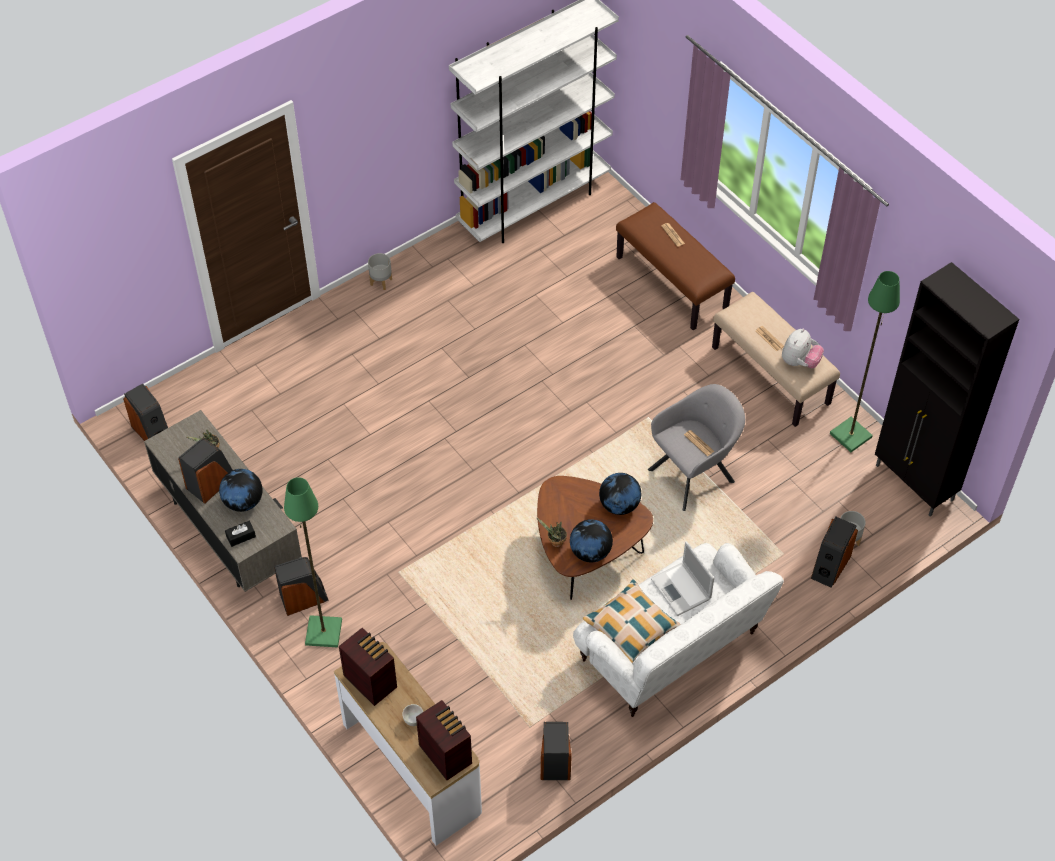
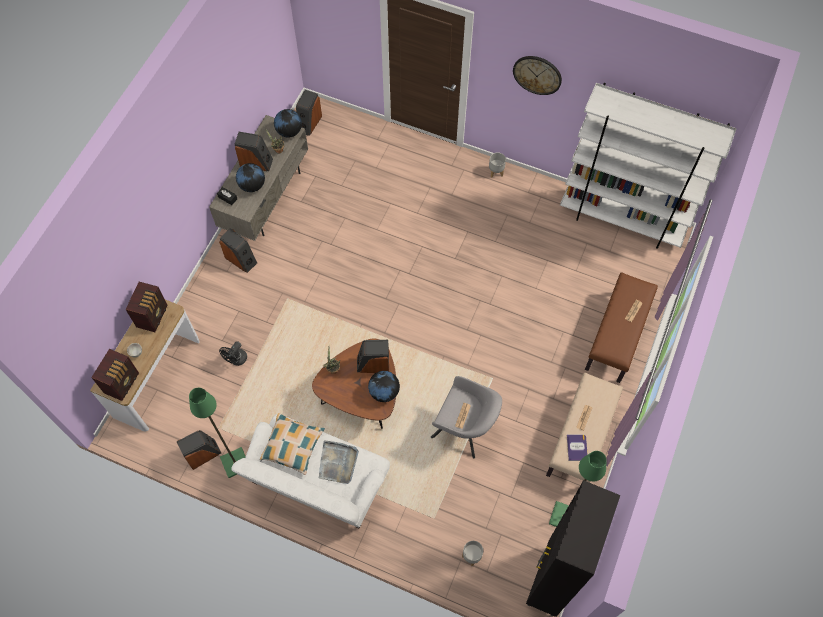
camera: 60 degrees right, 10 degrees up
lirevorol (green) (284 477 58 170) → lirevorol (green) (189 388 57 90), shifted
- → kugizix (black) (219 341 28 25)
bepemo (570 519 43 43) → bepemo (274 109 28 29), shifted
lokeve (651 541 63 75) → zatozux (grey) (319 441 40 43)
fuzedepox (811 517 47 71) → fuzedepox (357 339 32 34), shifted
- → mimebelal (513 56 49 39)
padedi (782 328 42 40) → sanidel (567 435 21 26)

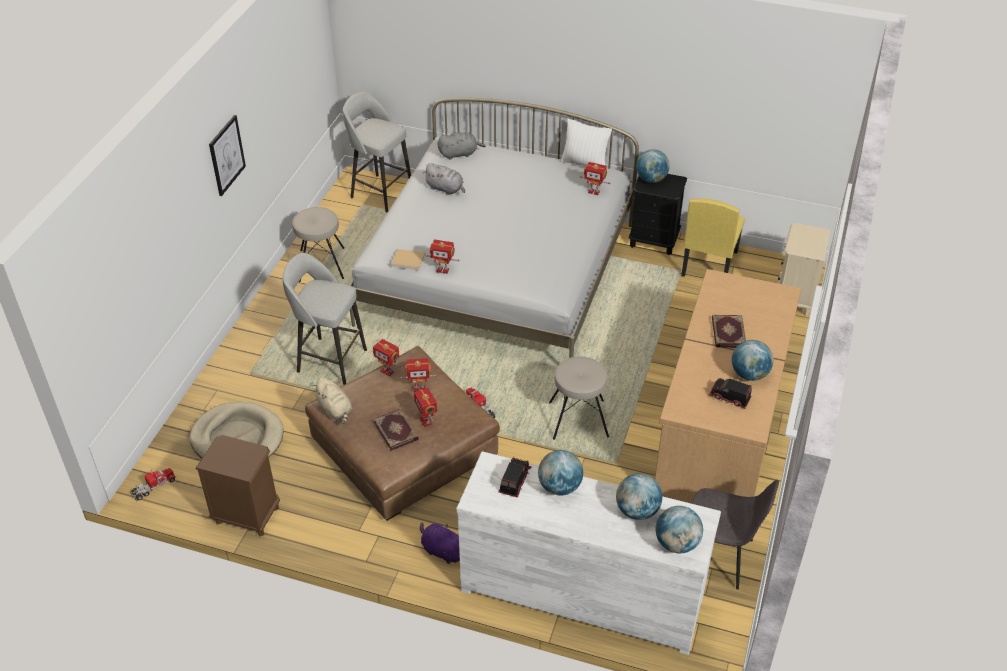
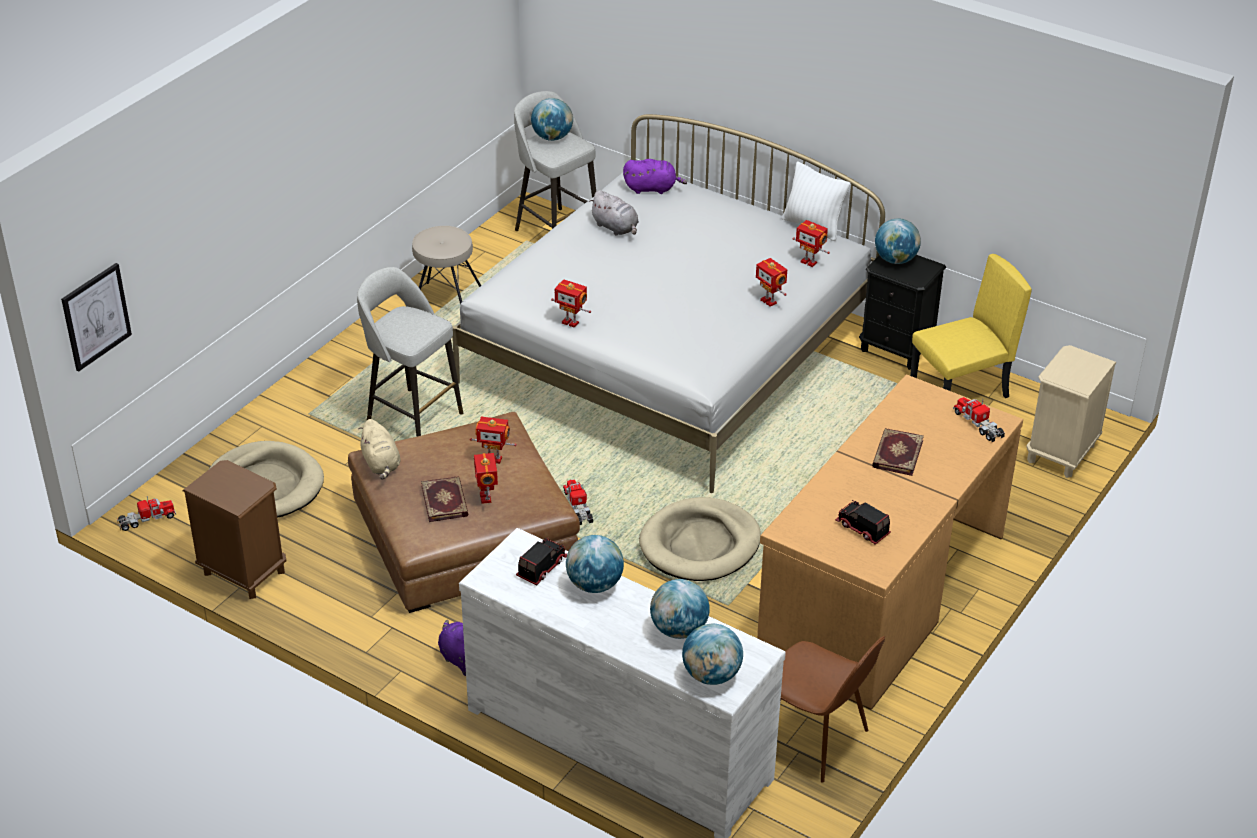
camera: 15 degrees right, 5 degrees down
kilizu (209 115 37 81) → kilizu (61 263 71 108), shifted
bepemo (732 340 41 41) → bepemo (531 98 42 43), shifted
padedi (grey) (437 132 49 28) → padedi (purple) (623 159 64 35)
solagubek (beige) (549 356 60 84) → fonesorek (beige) (639 497 122 84)
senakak (373 339 28 37) → senakak (756 258 31 49), shifted
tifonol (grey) (691 480 88 110) → tifonol (brown) (780 636 105 147)
tifonol (yellow) (681 199 64 78) → tifonol (yellow) (910 254 122 144), 150 degrees counterclockwise
- → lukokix (953 397 52 46)
sanidel (beige) (391 249 34 21) → -

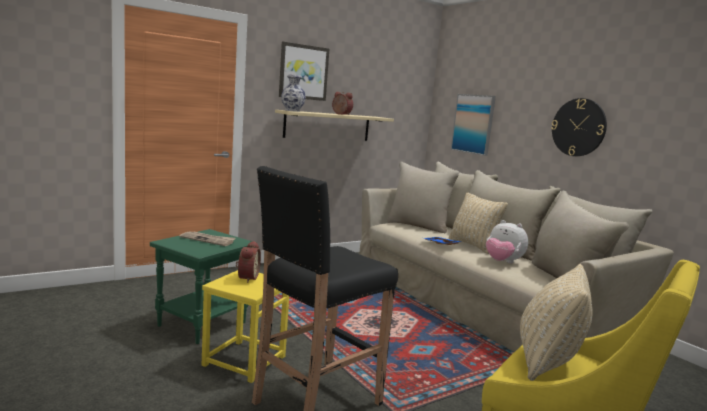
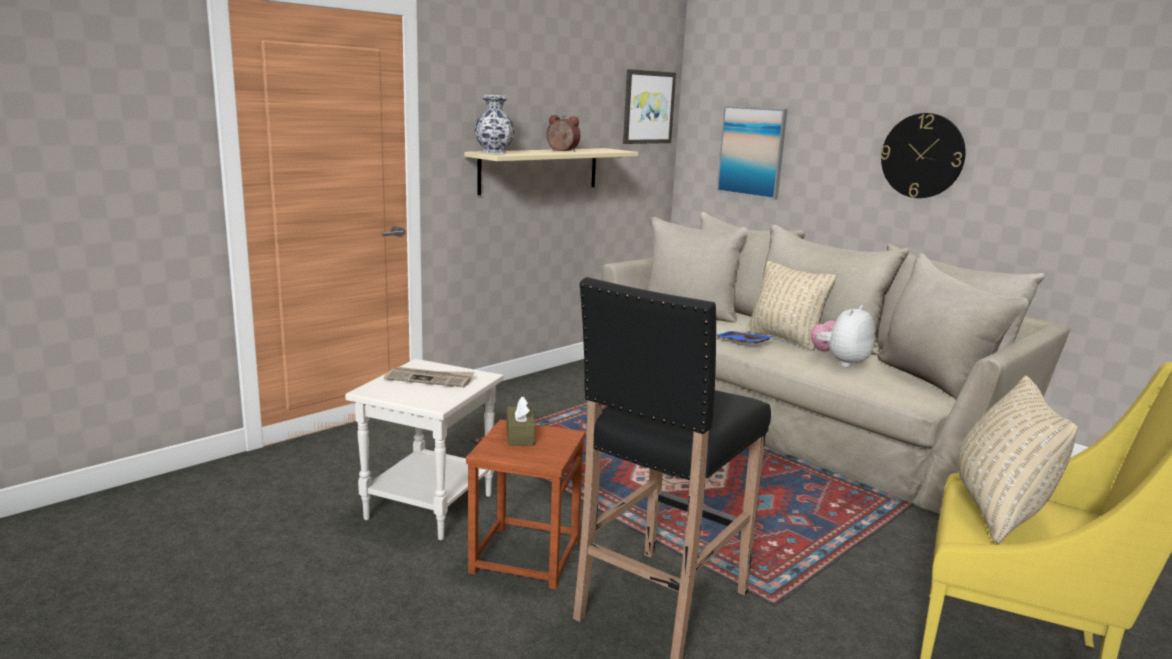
camera: 10 degrees left, 5 degrees up
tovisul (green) (150 229 103 115) → tovisul (white) (345 359 159 181)
solagubek (yellow) (202 270 87 113) → solagubek (brown) (466 420 120 170)
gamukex (236 241 25 42) → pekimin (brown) (507 396 28 50)
kilizu (279 42 50 59) → kilizu (623 69 53 75), shifted
padedi (486 220 42 43) → padedi (811 305 64 62), 105 degrees clockwise

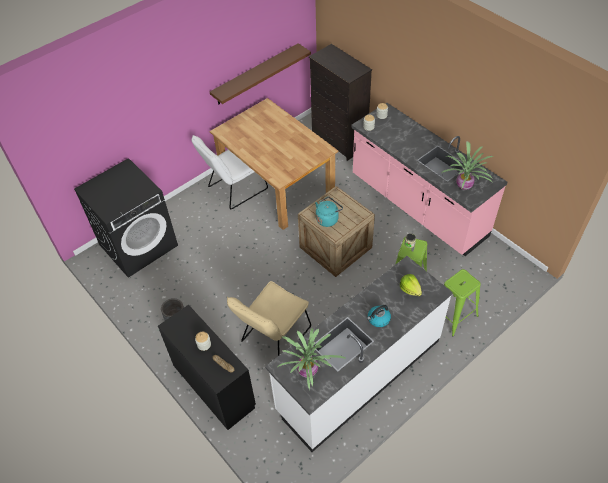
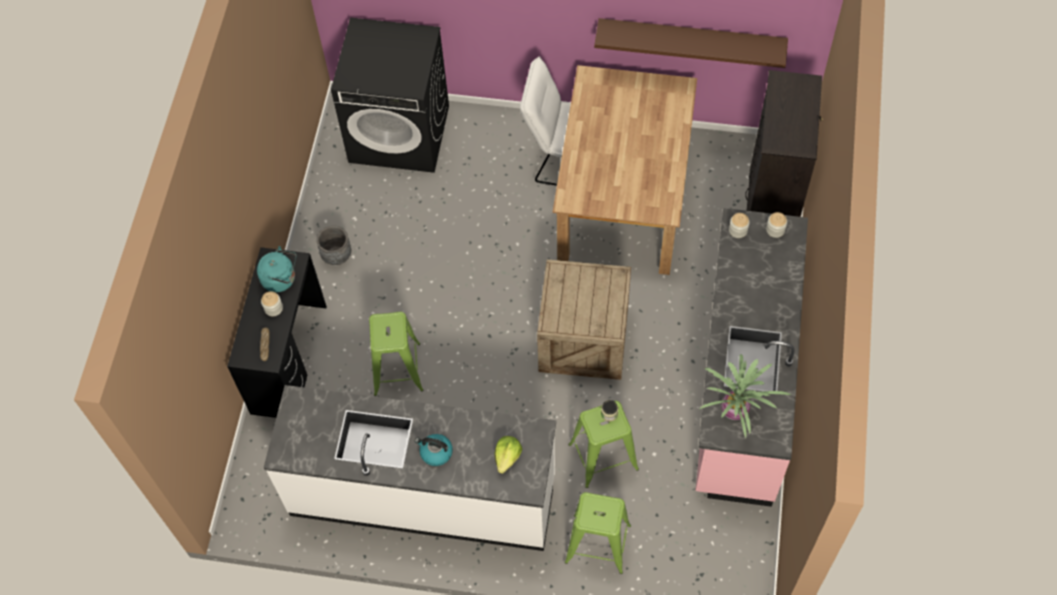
camera: 50 degrees right, 10 degrees up
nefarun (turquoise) (315 197 28 30) → nefarun (turquoise) (257 246 39 46), shifted
tifonol (beige) (227 281 84 75) → solagubek (green) (369 312 54 84)
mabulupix (277 328 70 62) → -

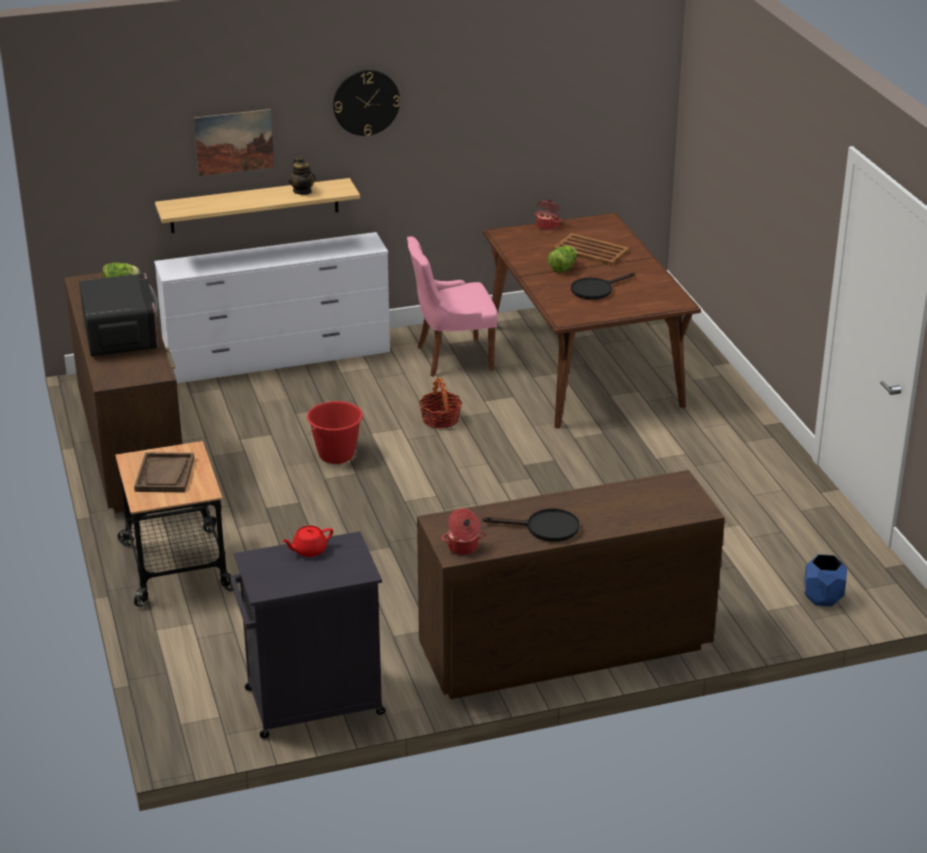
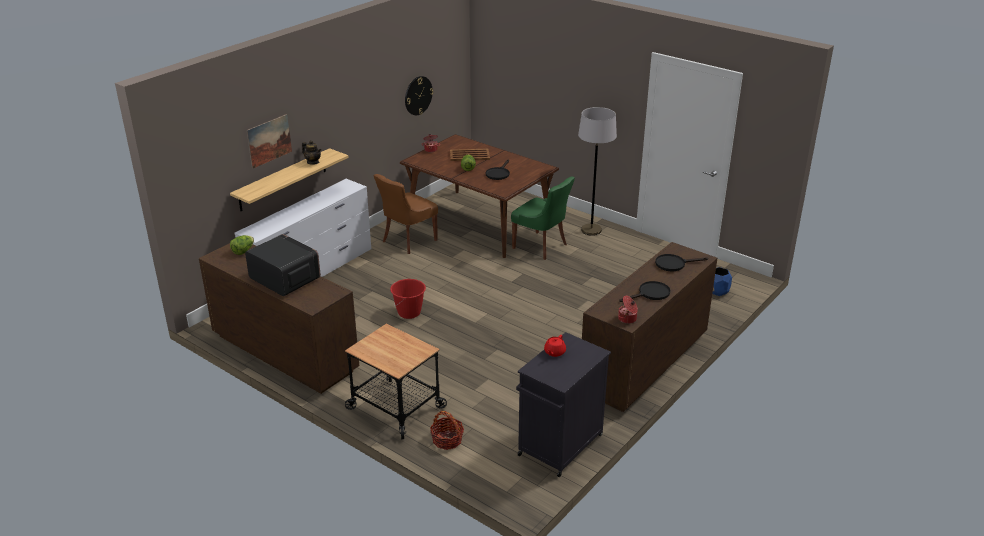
camera: 35 degrees left, 0 degrees up
tifonol (pink) (407 236 91 141) → tifonol (brown) (373 174 65 80)
mimebelal (333 70 67 66) → mimebelal (405 76 28 39), shifted
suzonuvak (419 378 43 50) → suzonuvak (430 411 34 39), shifted
- → tifonol (green) (511 177 64 83)
- → lirevorol (grey) (578 107 39 129)
- → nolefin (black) (655 254 53 17)
zatozux (brown) (134 452 60 40) → -

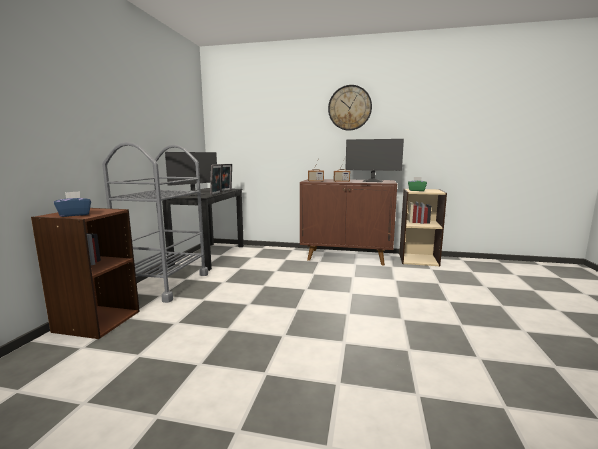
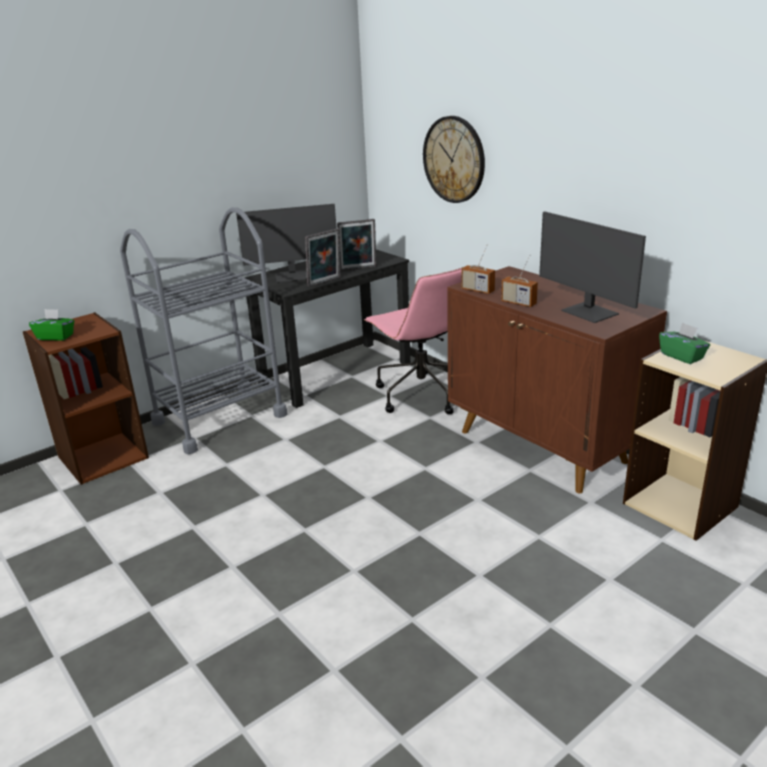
camera: 40 degrees right, 15 degrees up
pekimin (blue) (54 191 37 26) → pekimin (green) (29 309 45 32)
- → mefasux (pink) (364 267 99 147)
mimebelal (328 85 44 45) → mimebelal (423 116 62 87), shifted

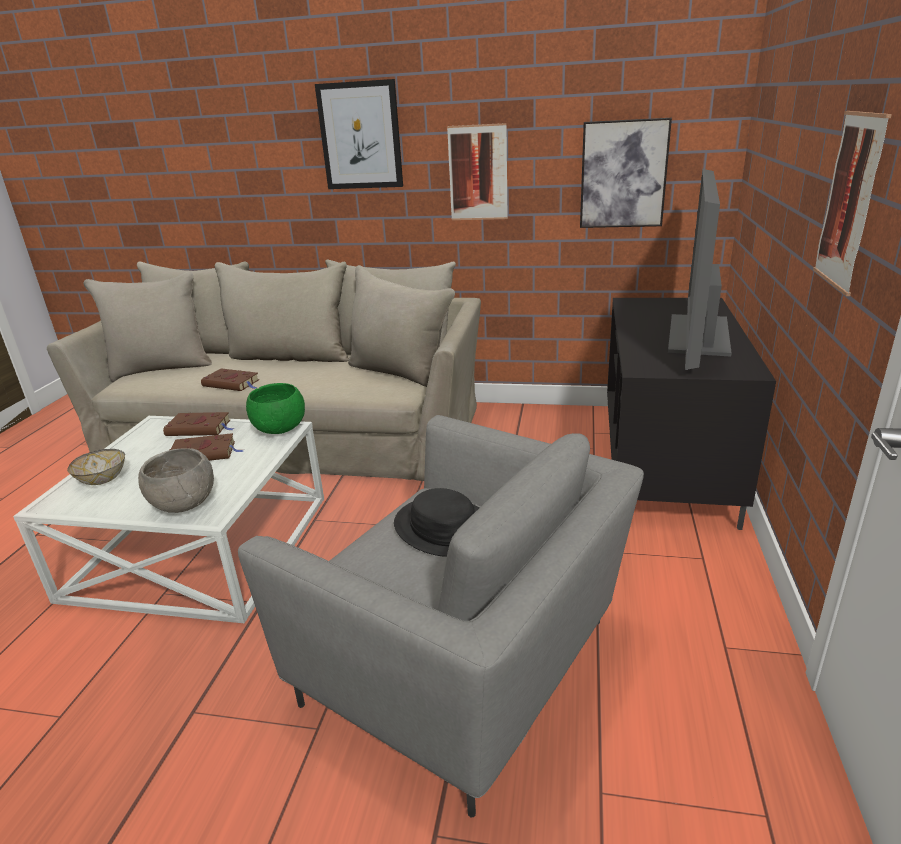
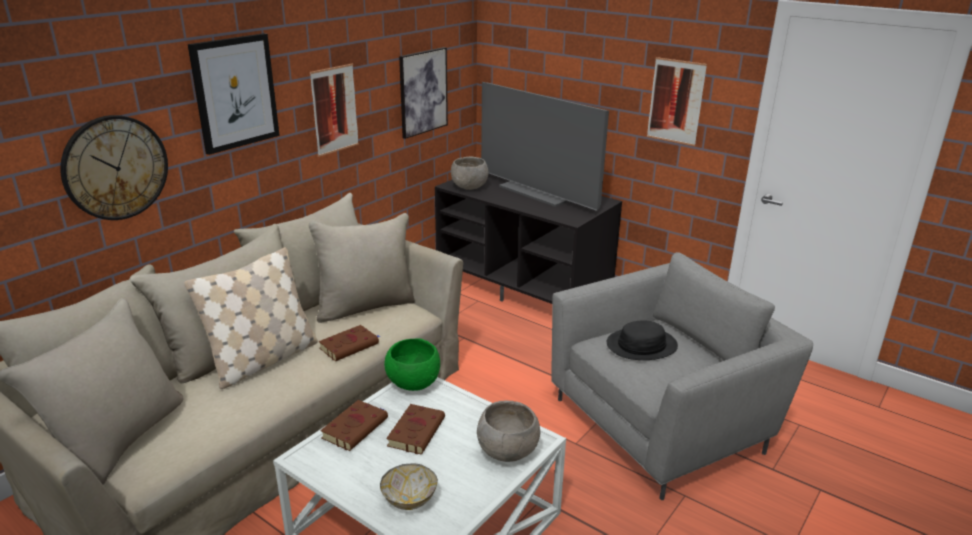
camera: 65 degrees left, 0 degrees up
- → mimebelal (60 115 108 105)
- → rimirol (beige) (184 247 134 142)
sanidel (brown) (201 369 58 22) → sanidel (brown) (319 325 62 36), shifted
- → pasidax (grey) (451 157 37 33)

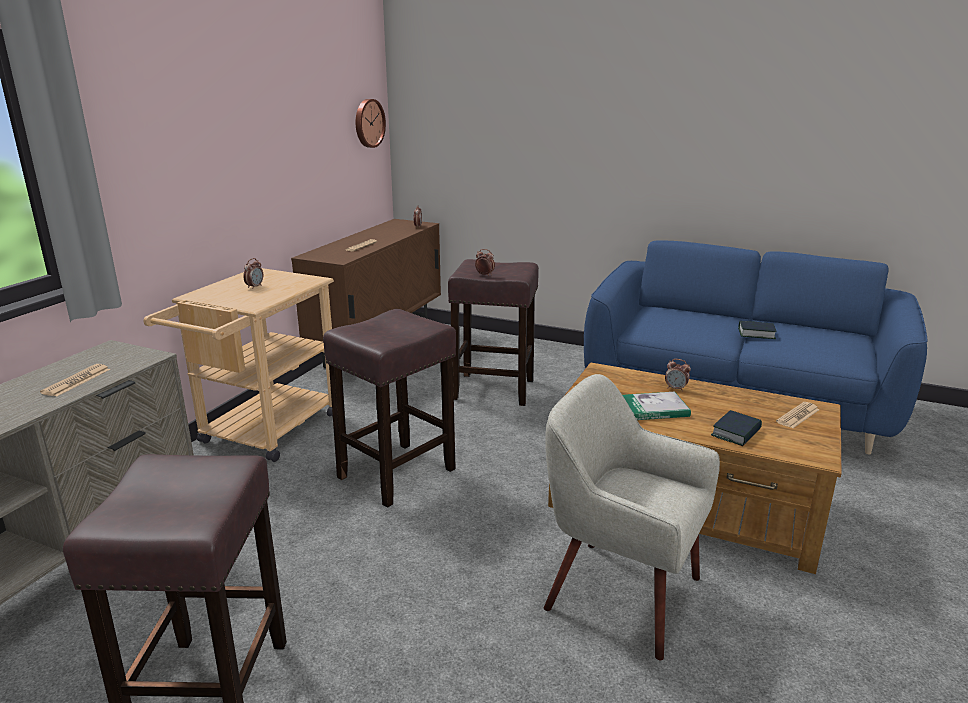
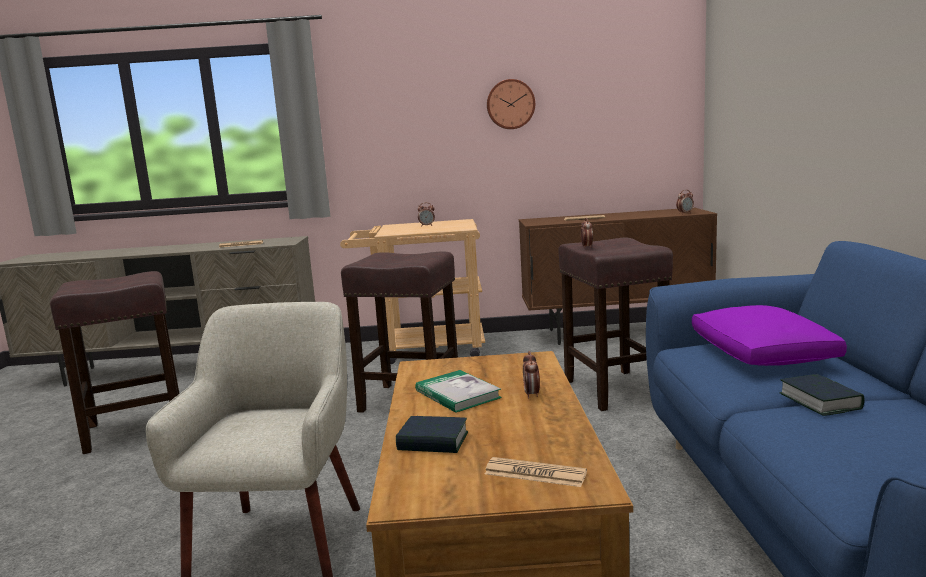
camera: 65 degrees right, 10 degrees down
mimebelal (356 99 30 49) → mimebelal (487 79 48 50), shifted
- → rimirol (purple) (692 305 155 61)

